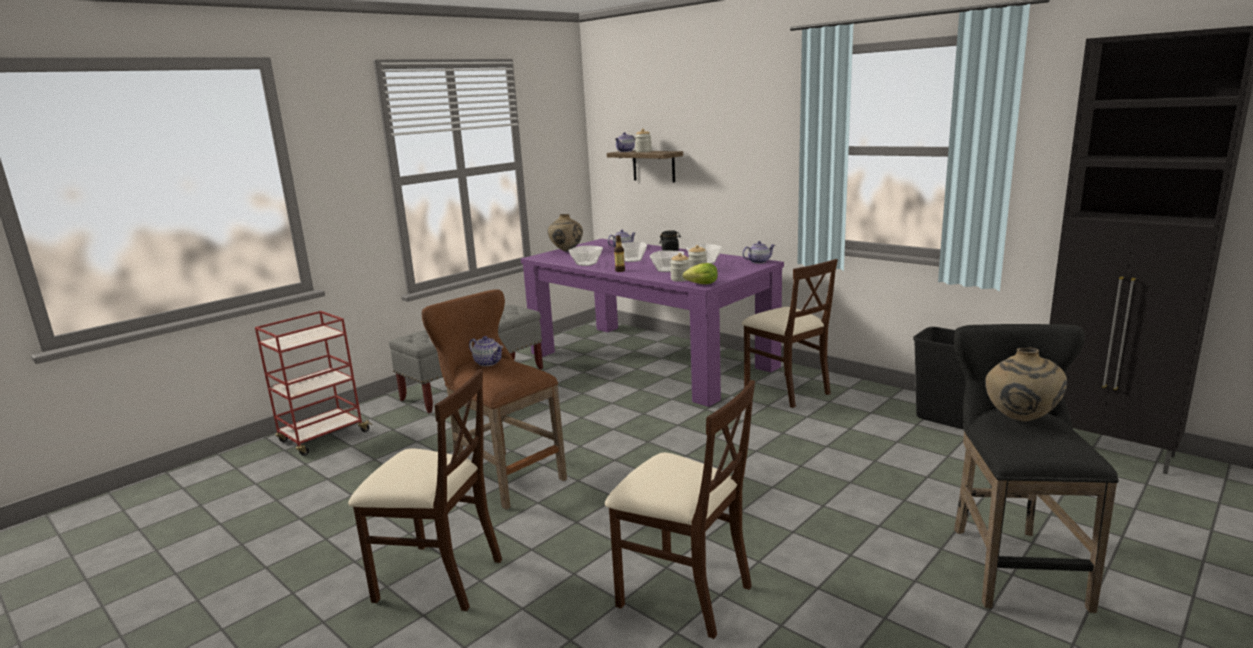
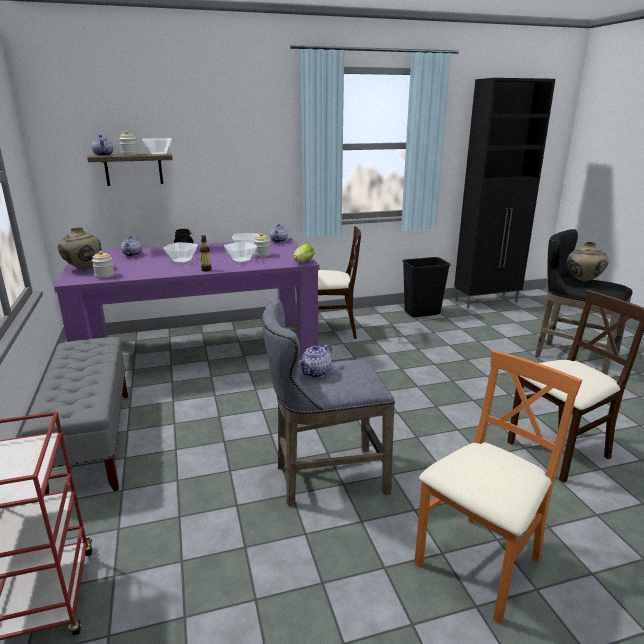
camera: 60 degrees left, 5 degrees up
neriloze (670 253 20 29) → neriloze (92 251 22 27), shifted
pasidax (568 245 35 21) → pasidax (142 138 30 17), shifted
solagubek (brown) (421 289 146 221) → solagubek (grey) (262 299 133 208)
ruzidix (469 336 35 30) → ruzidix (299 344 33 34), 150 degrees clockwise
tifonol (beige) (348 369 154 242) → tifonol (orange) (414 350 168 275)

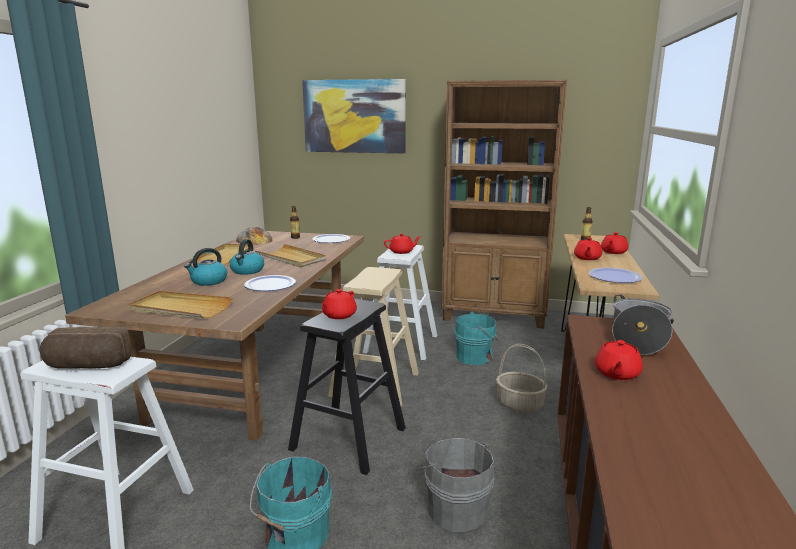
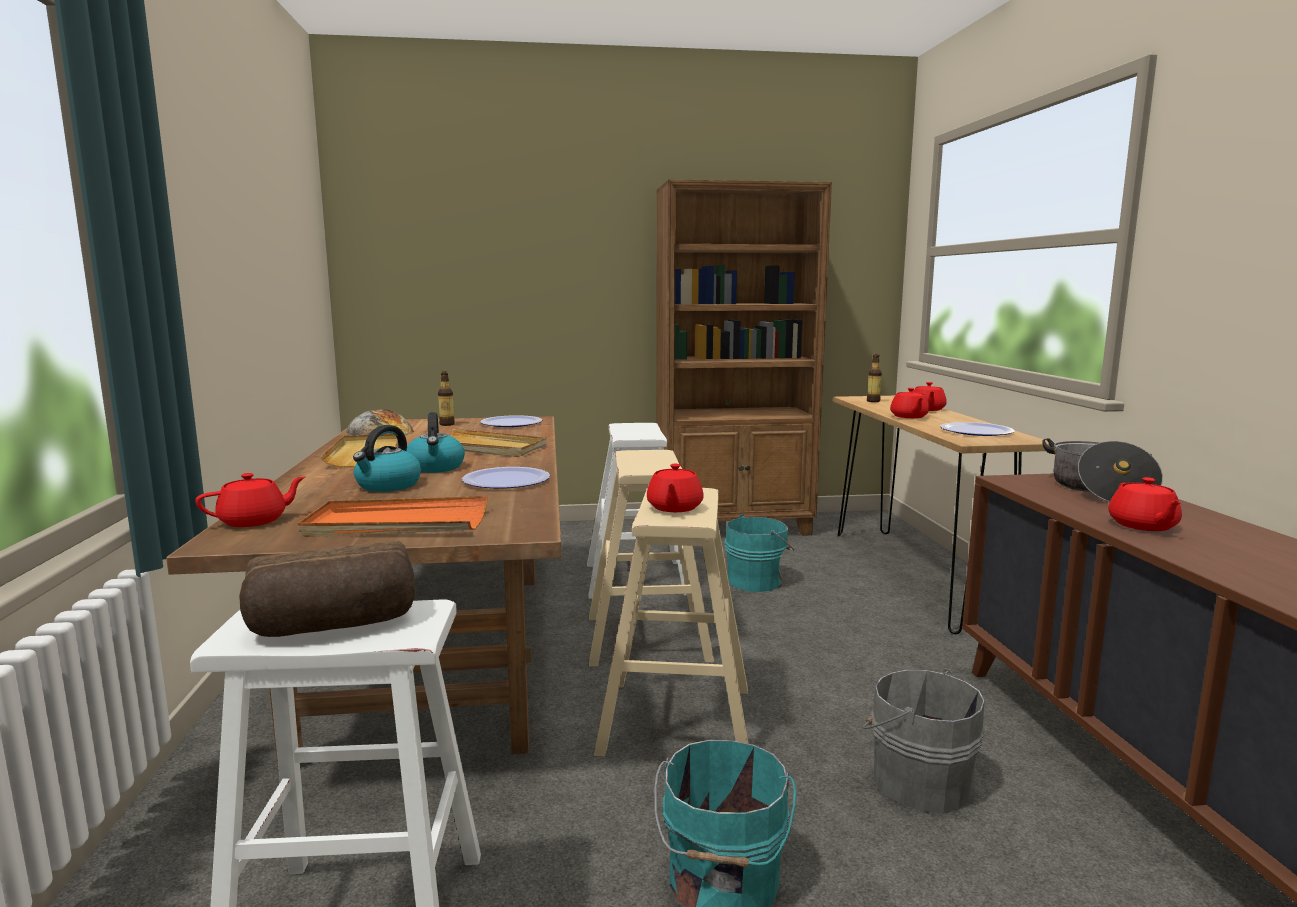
camera: 20 degrees left, 5 degrees down
ruzidix (red) (384 233 37 21) → ruzidix (red) (195 473 111 54), shifted
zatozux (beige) (128 291 105 27) → zatozux (orange) (298 496 189 41)
solagubek (black) (288 298 118 177) → solagubek (beige) (594 488 154 268)
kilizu (302 79 104 74) → -
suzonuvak (496 344 51 69) → -

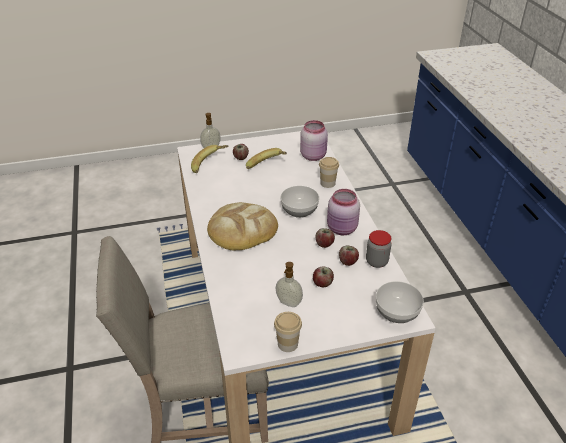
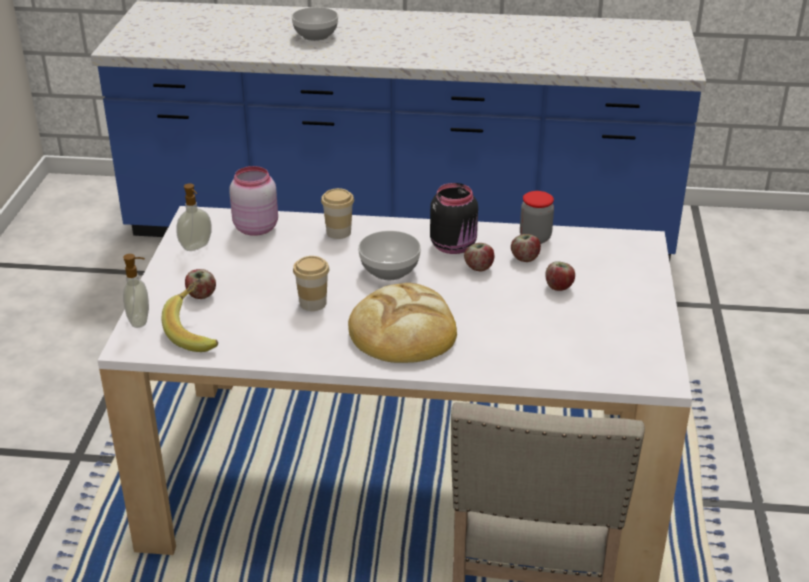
camera: 70 degrees left, 5 degrees down
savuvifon (276 262 27 45) → savuvifon (176 183 36 68), shifted
pasidax (376 281 48 42) → pasidax (292 7 46 34), shifted
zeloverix (274 312 28 40) → zeloverix (293 256 36 55), shifted
neriloze (pink) (327 189 33 46) → neriloze (black) (430 183 48 71)
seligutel (246 148 41 21) → -

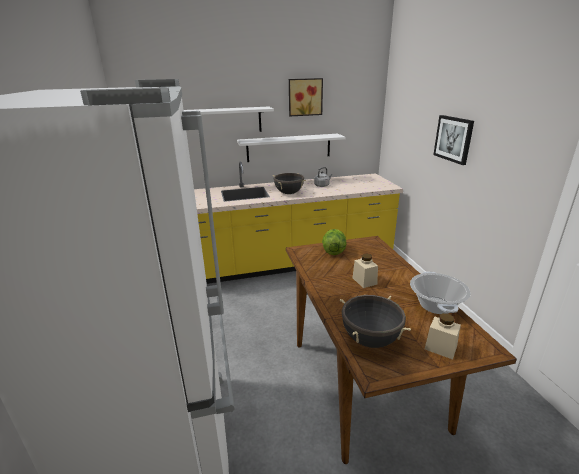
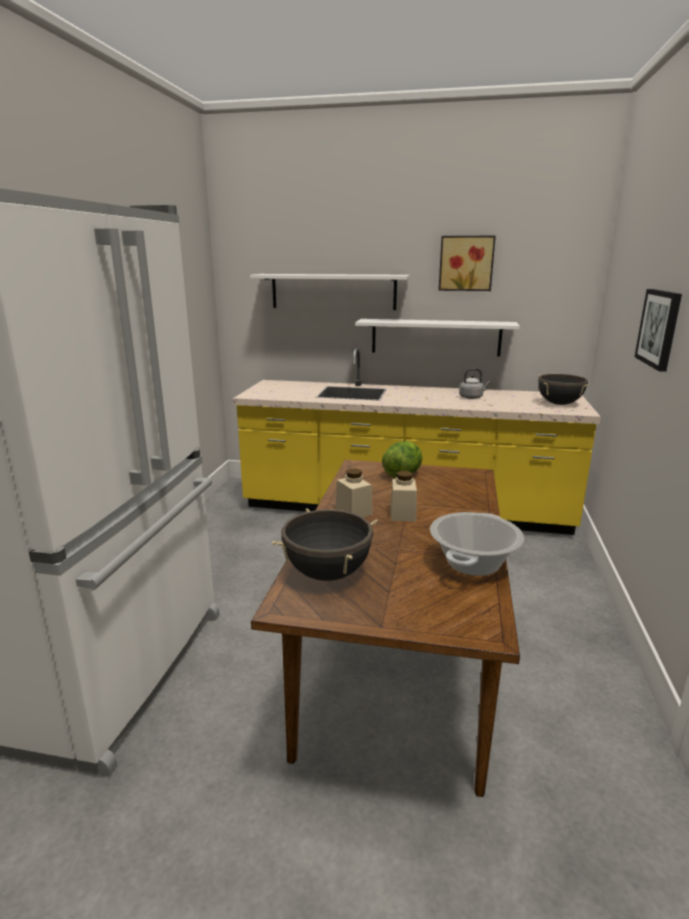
camera: 25 degrees right, 5 degrees down
neriloze (beige) (425 313 36 47) → neriloze (beige) (336 469 36 48), shifted
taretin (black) (273 173 33 21) → taretin (black) (538 374 51 31), shifted

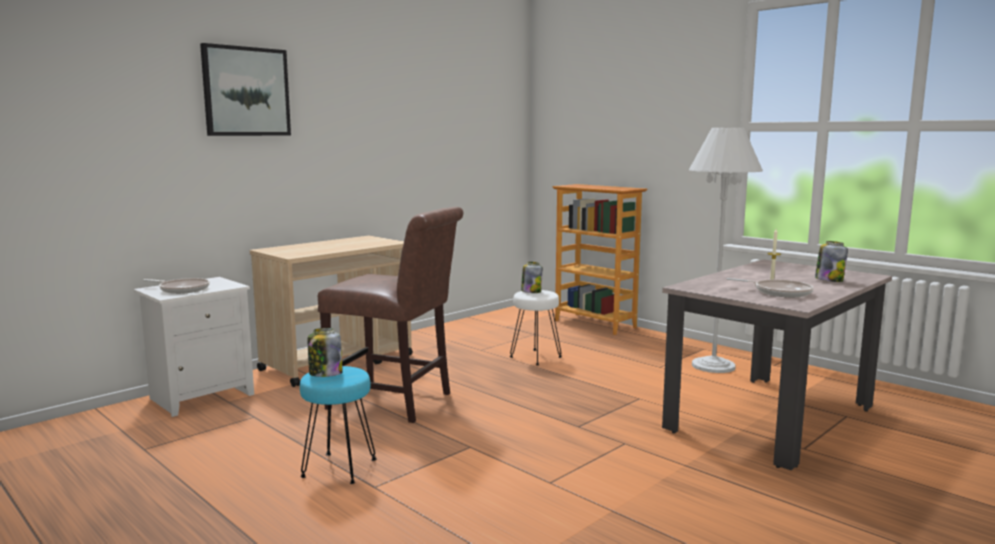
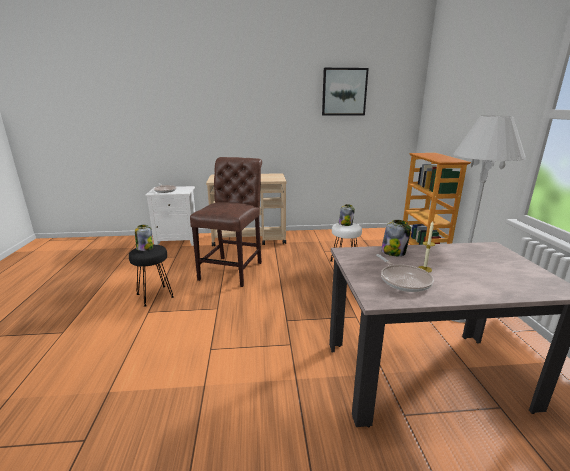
camera: 40 degrees right, 10 degrees up
solagubek (turquoise) (300 366 77 118) → solagubek (black) (129 245 45 62)
tifonol (brown) (318 207 145 216) → tifonol (brown) (190 157 72 130), 135 degrees counterclockwise
kilizu (200 43 91 93) → kilizu (322 68 47 48), shifted
neriloze (815 241 33 41) → neriloze (381 220 30 36), shifted

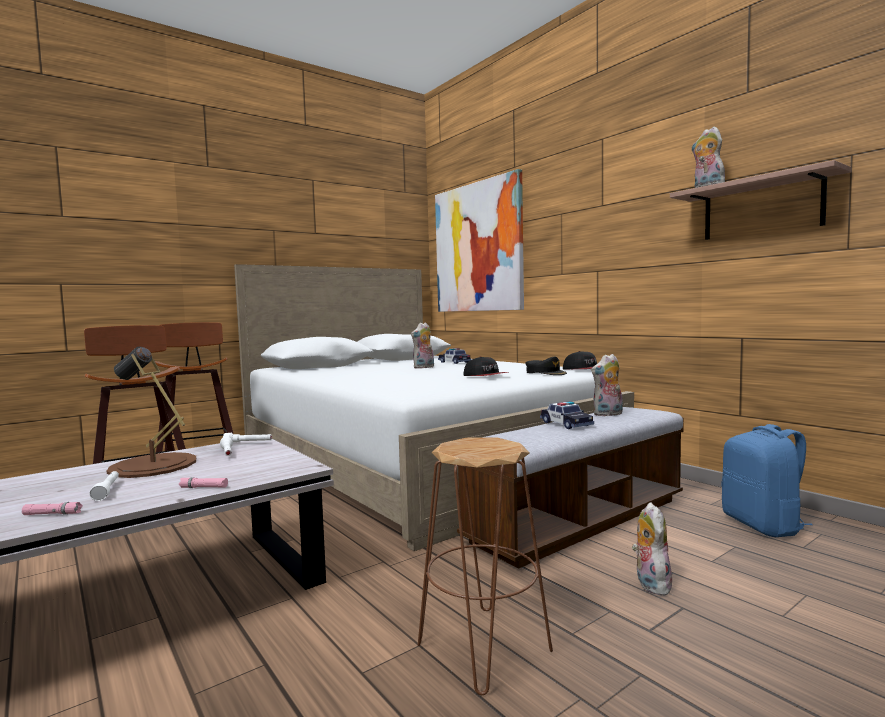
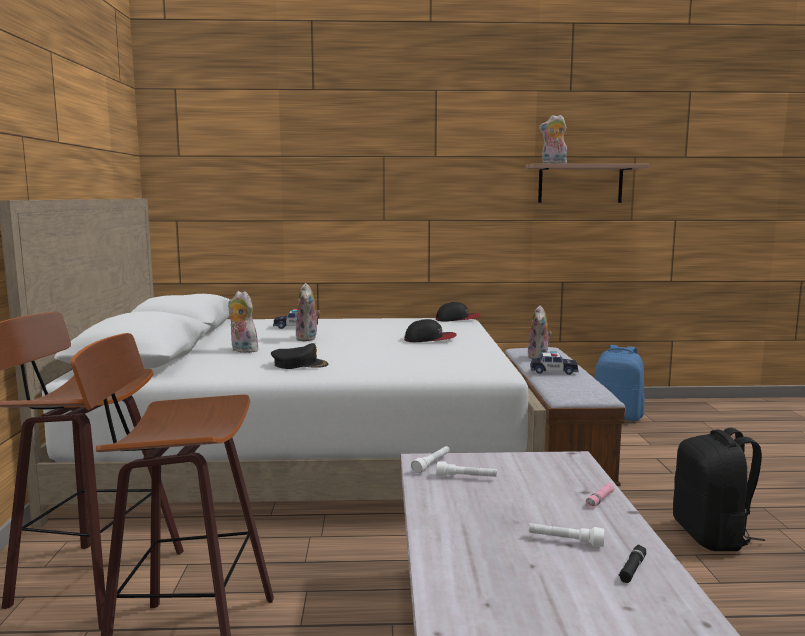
camera: 55 degrees left, 5 degrees up
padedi (632 502 40 94) → padedi (228 291 31 62), shifted
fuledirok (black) (525 357 42 18) → fuledirok (black) (271 343 58 26), shifted
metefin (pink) (22 502 61 13) → metefin (black) (619 545 27 38)
solagubek (brown) (418 438 135 257) → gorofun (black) (673 428 92 123)
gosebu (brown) (107 347 89 131) → -
kilizu (435 169 89 143) → -

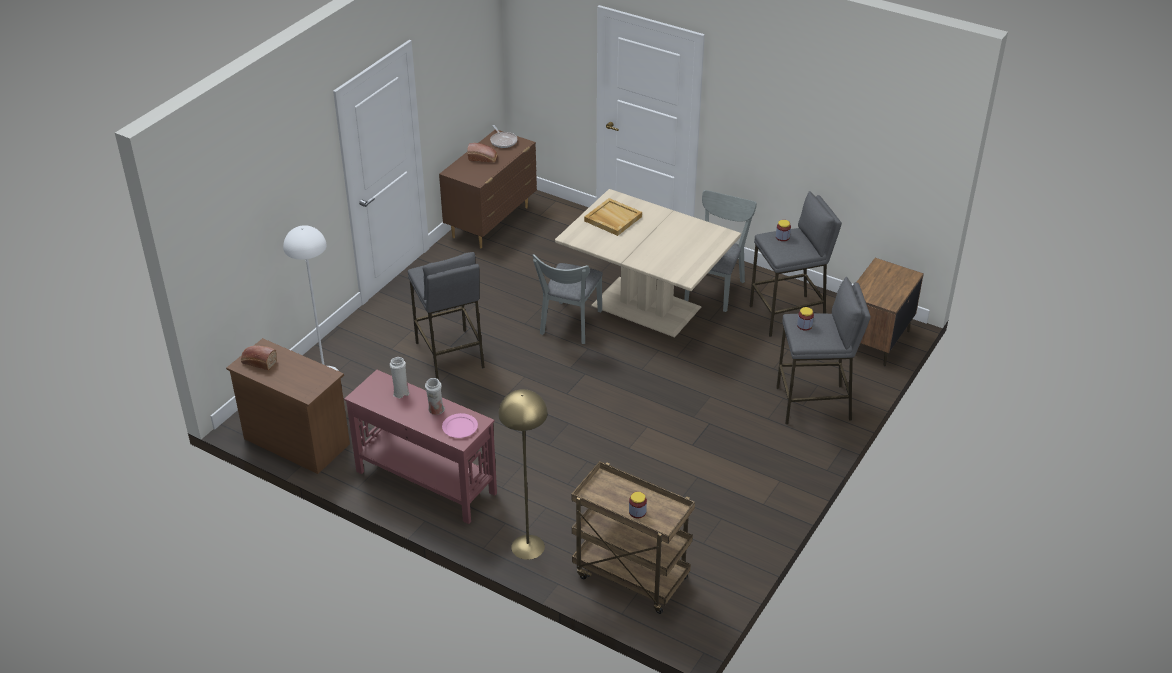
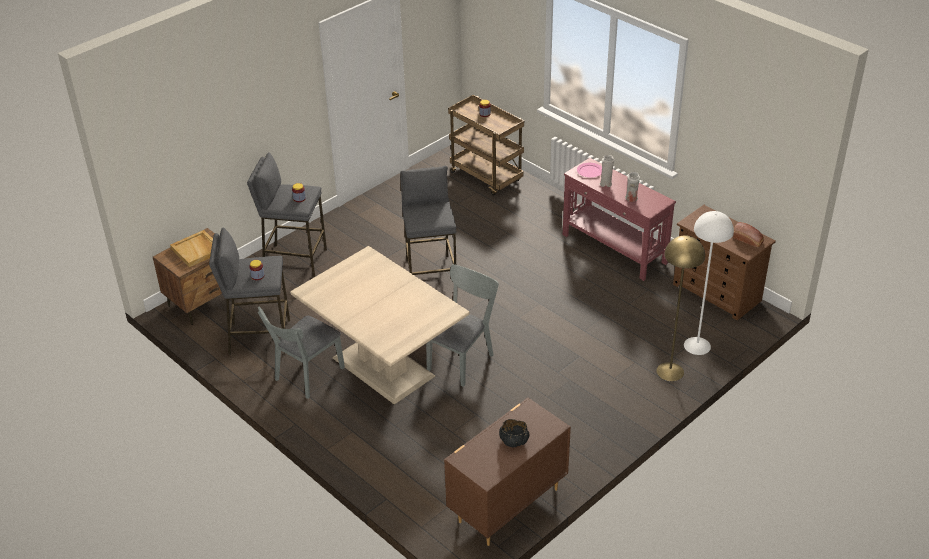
camera: 165 degrees left, 0 degrees up
zatozux (beige) (584 198 58 38) → zatozux (beige) (170 230 43 37), shifted
solagubek (grey) (408 252 77 128) → solagubek (grey) (400 166 56 109), shifted
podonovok (467 143 31 20) → pasidax (black) (499 419 30 28)
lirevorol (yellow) (498 389 50 171) → lirevorol (yellow) (656 235 49 146), shifted
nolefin (490 125 27 23) → -

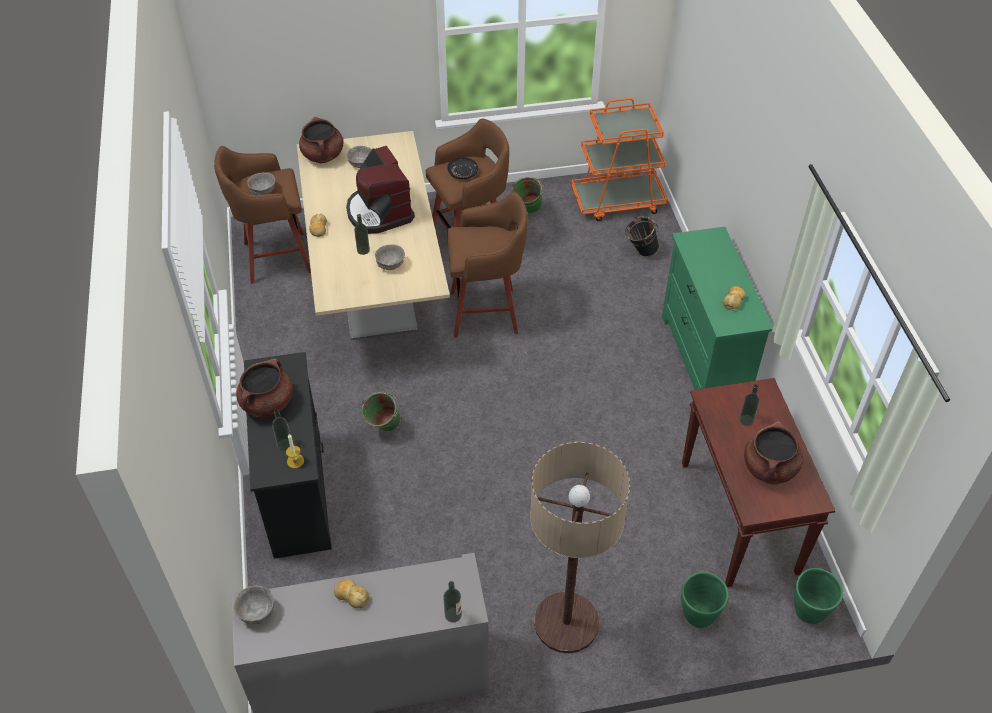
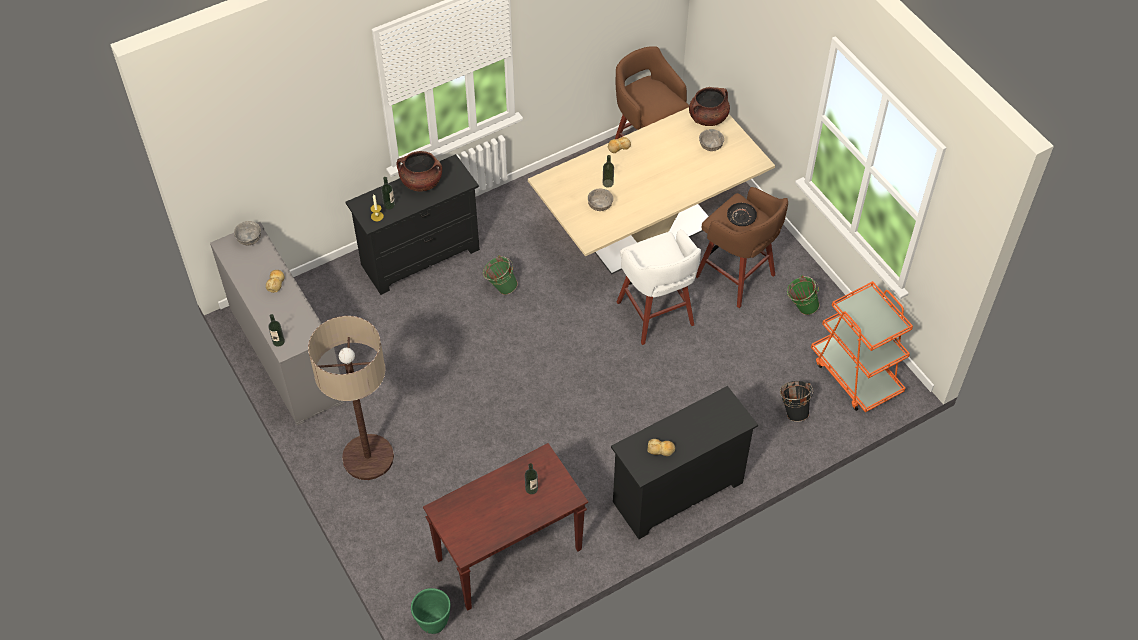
camera: 70 degrees right, 5 degrees up
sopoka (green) (662 227 111 163) → sopoka (black) (611 386 147 153)
solagubek (brown) (447 192 81 146) → solagubek (white) (617 229 84 116)
pasidax (grey) (247 172 28 23) → -
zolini (346 146 69 88) → -
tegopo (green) (681 572 48 56) → -
taretin (brown) (744 421 59 64) → -

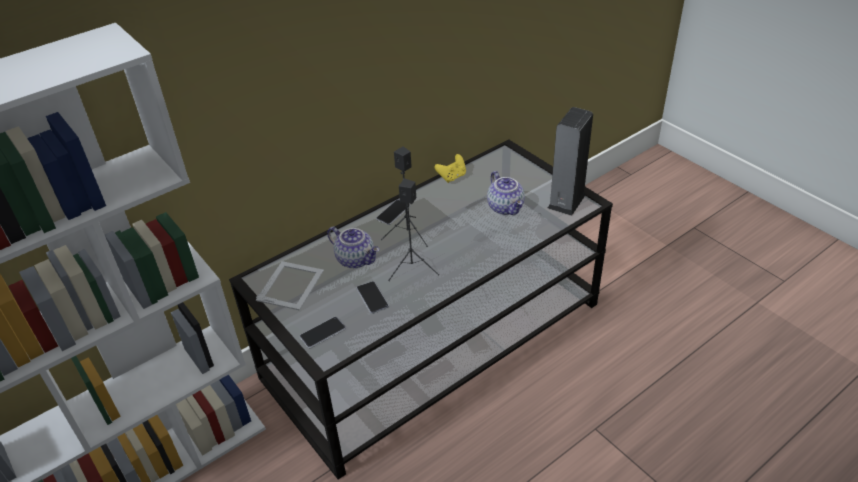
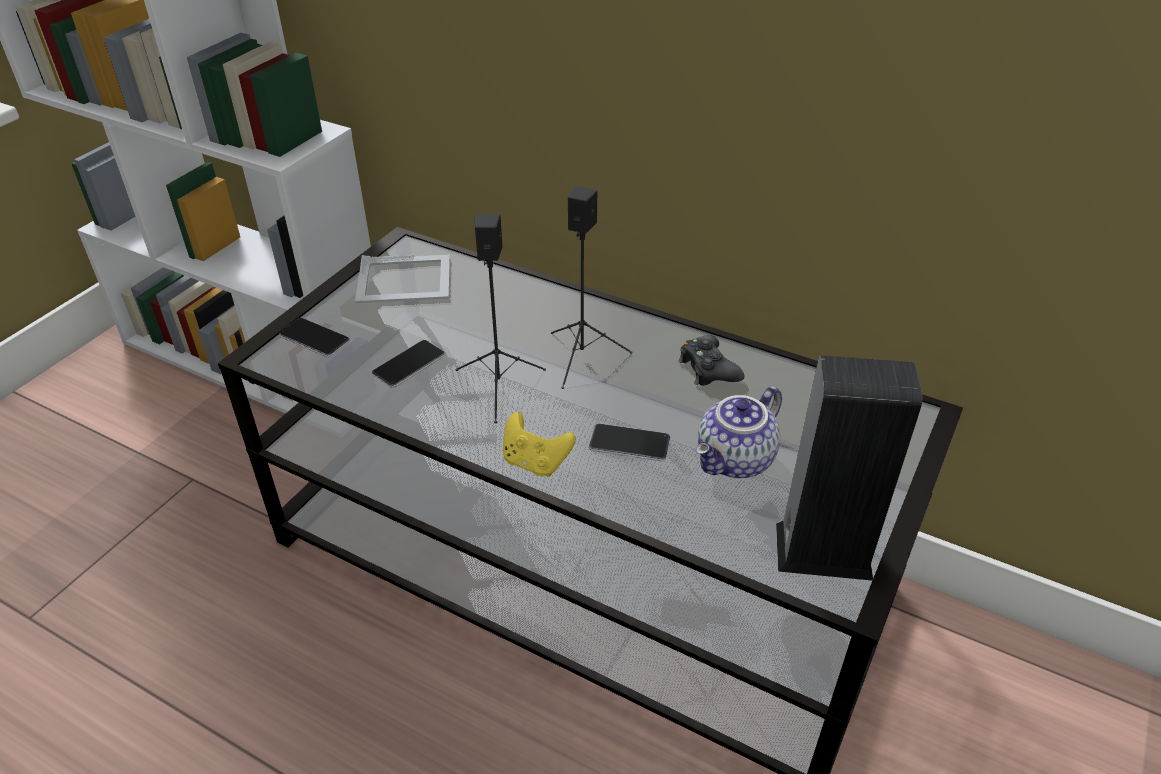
camera: 65 degrees right, 0 degrees up
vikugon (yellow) (435 154 31 29) → vikugon (yellow) (503 412 73 65), shifted
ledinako (376 200 34 25) → ledinako (589 423 81 38), shifted
- → vikugon (black) (679 335 65 51)
ruzidix (327 227 53 42) → -

